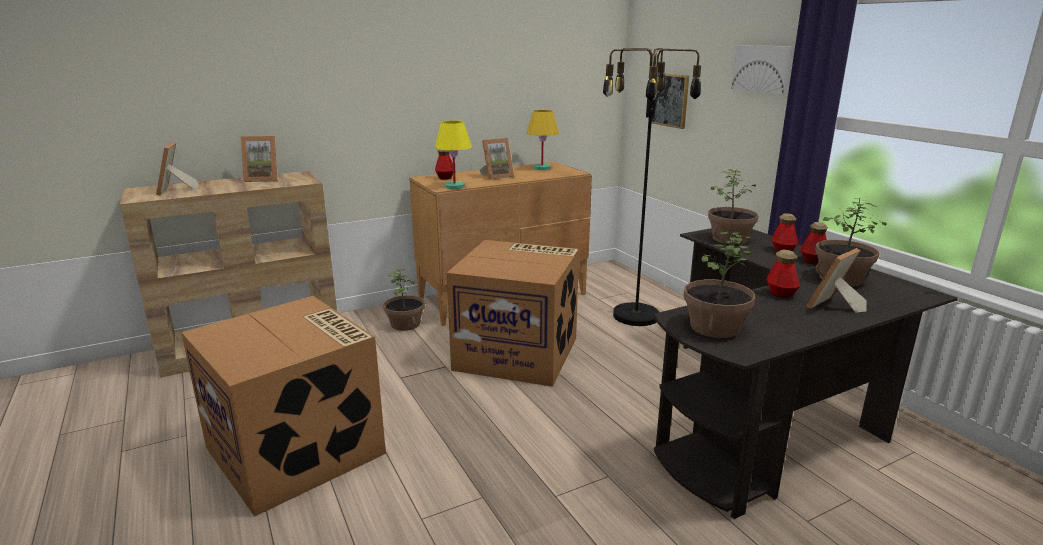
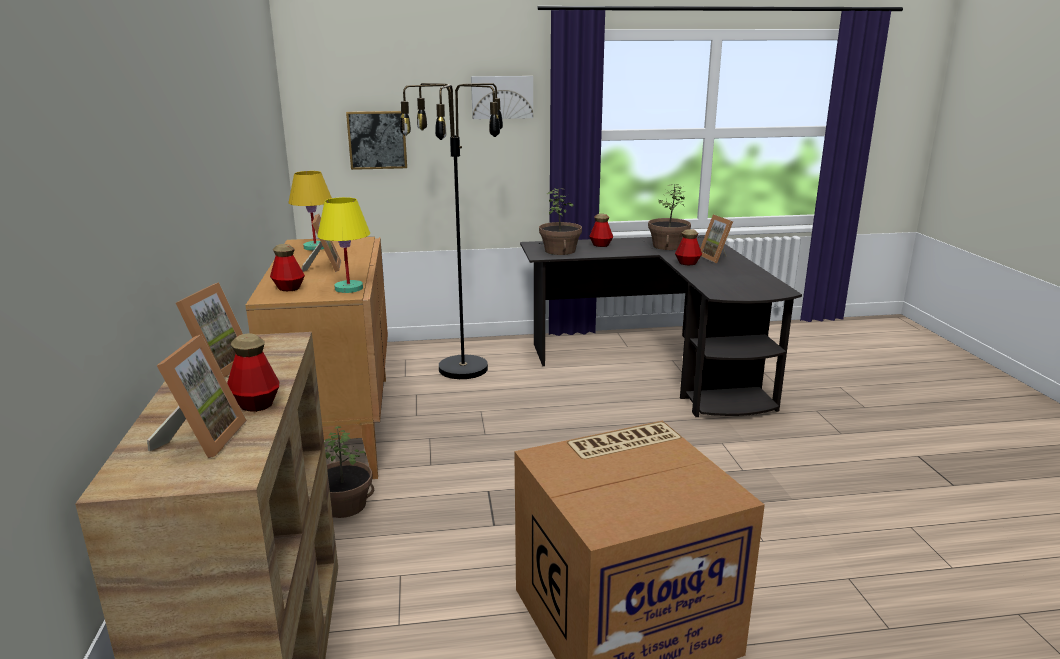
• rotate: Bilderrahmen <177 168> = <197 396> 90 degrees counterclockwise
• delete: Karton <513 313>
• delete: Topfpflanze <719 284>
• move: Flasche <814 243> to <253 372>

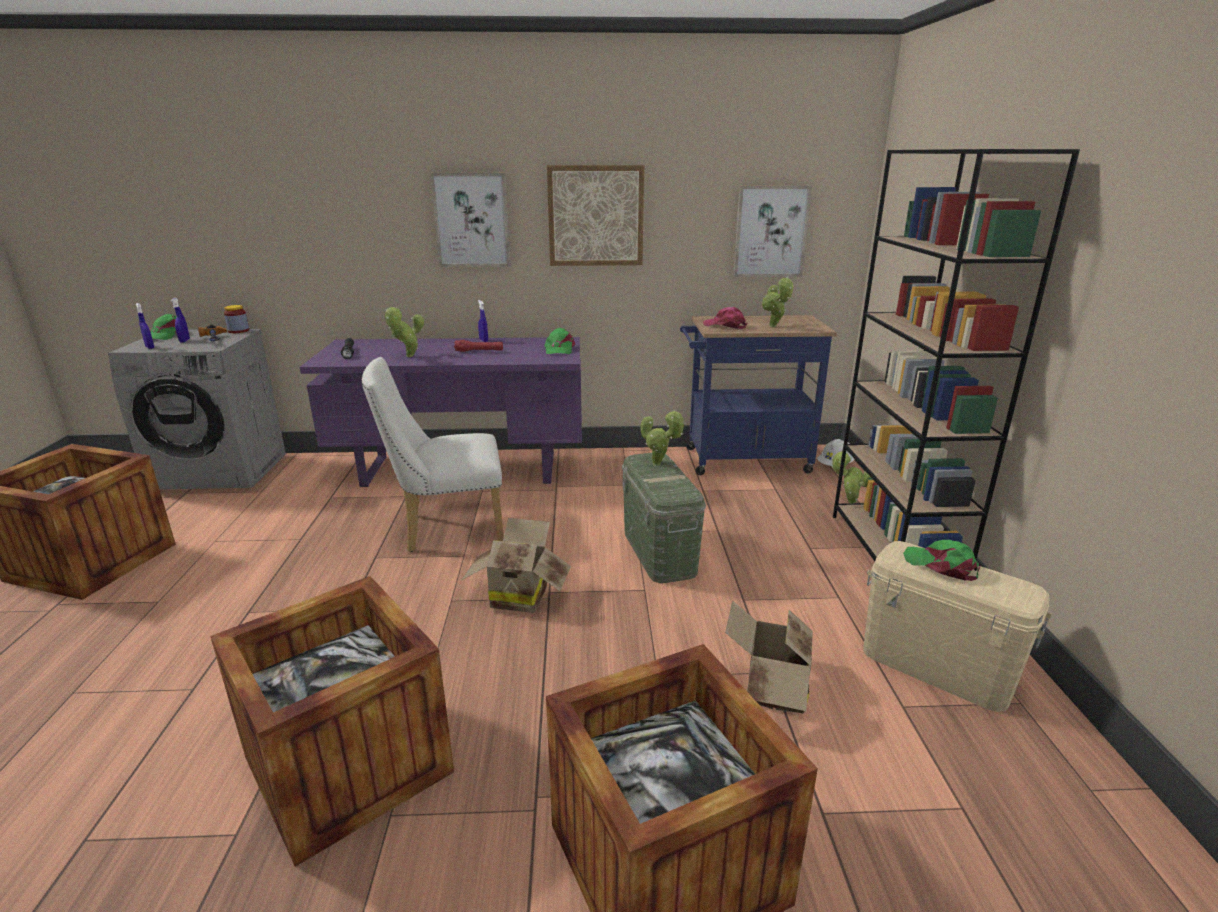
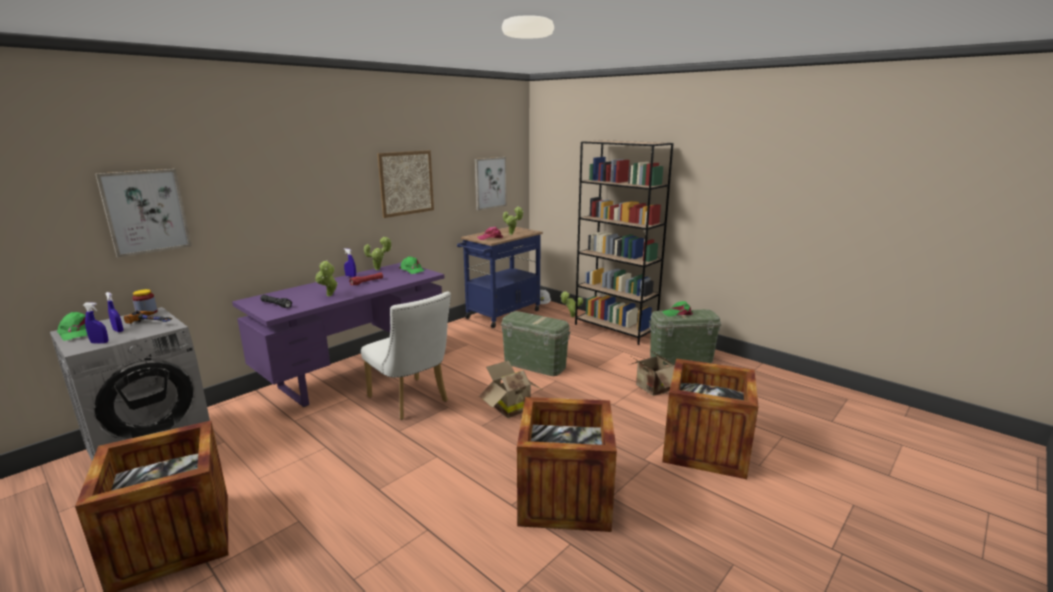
• rotate: Stuhl/weiß <432 454> = <406 356> 75 degrees counterclockwise
• move: Bild <470 220> to <143 213>
• move: Topfpflanze <662 437> to <378 253>
• recolor: Aufbewahrungsbox/beige <957 626> to Aufbewahrungsbox/grün <685 337>

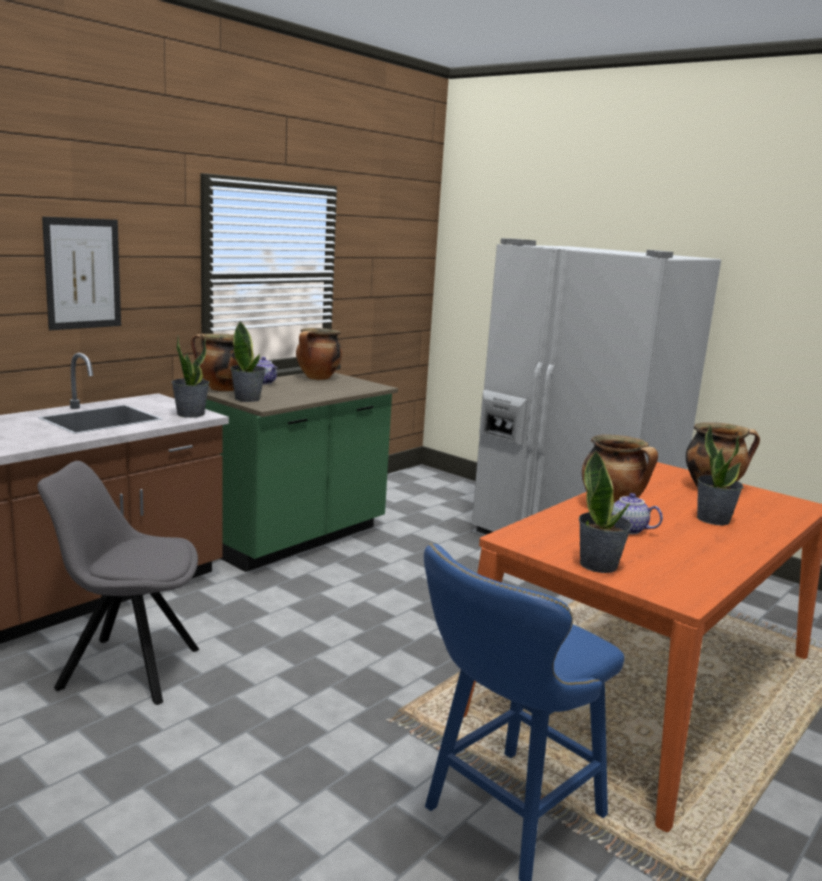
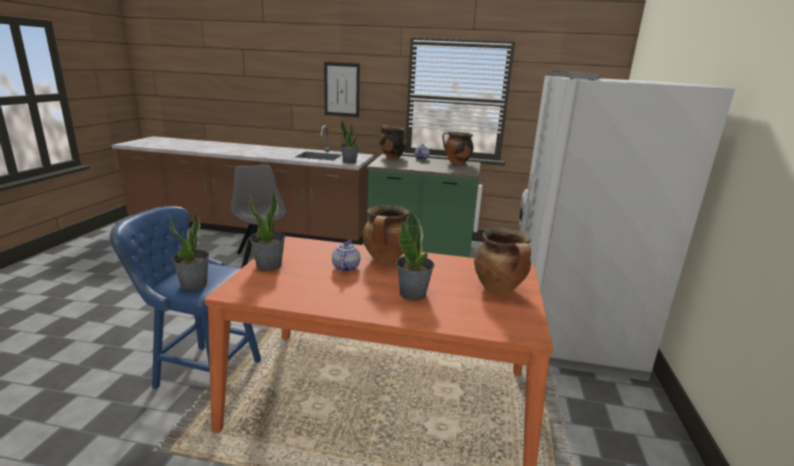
• move: Topfpflanze <248 361> to <189 249>

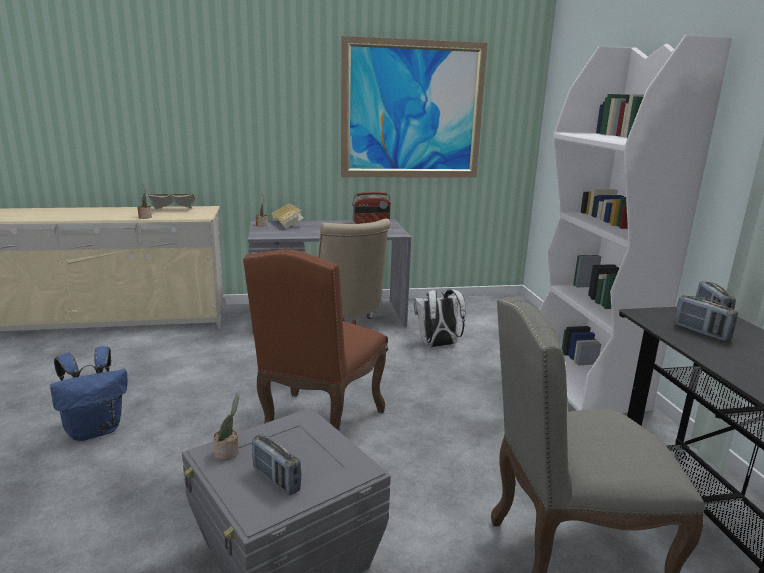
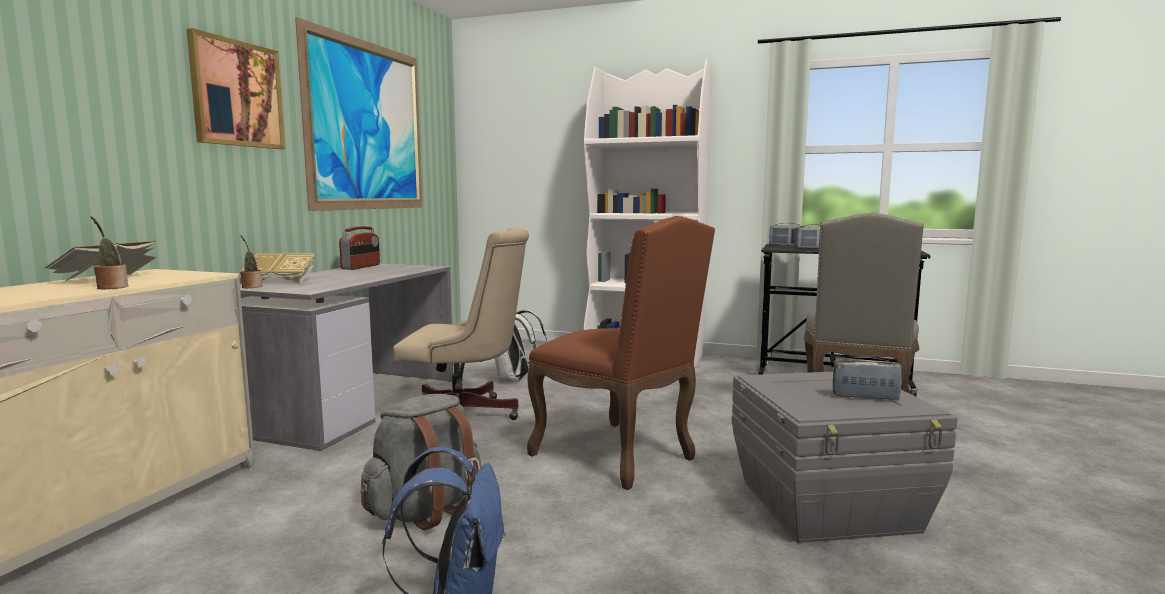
• delete: Topfpflanze <226 427>
• rotate: Radio <276 464> = <867 378> 150 degrees counterclockwise
• insert: Bild <235 88>
• insert: Rucksack/grau <421 462>

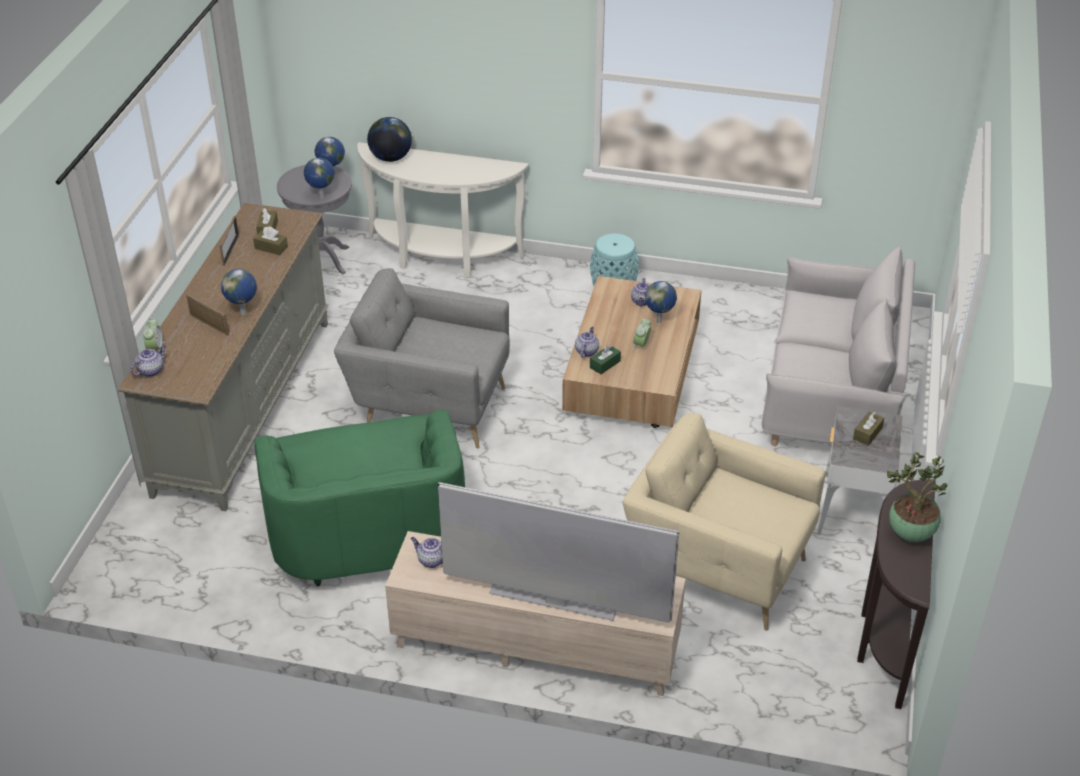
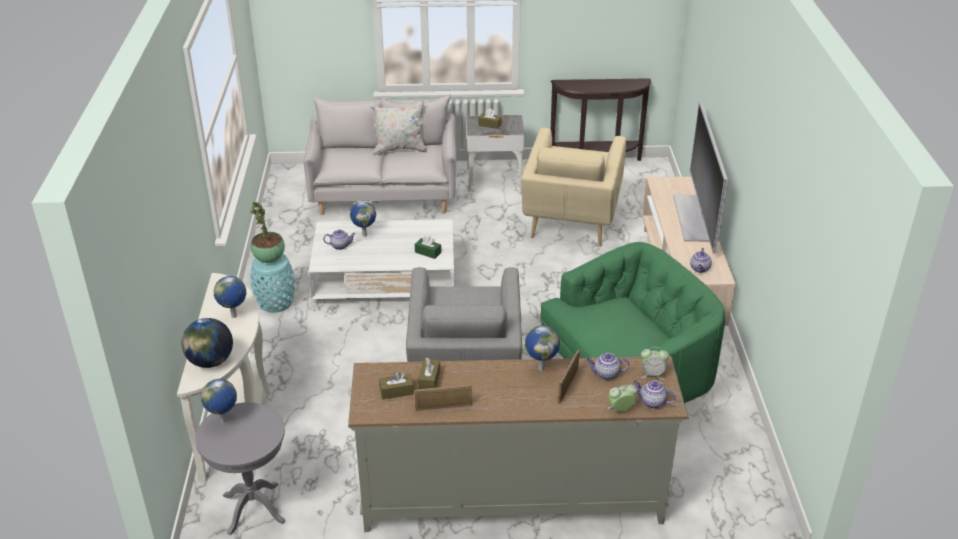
• move: Globus <319 178> to <230 297>
• recolor: Couchtisch/braun <632 352> to Couchtisch/weiß <381 259>
• move: Teekanne <587 342> to <608 366>
• move: Wecker <641 334> to <655 363>
• move: Topfpflanze <917 497> to <268 232>
• insert: Kissen/weiß <398 128>

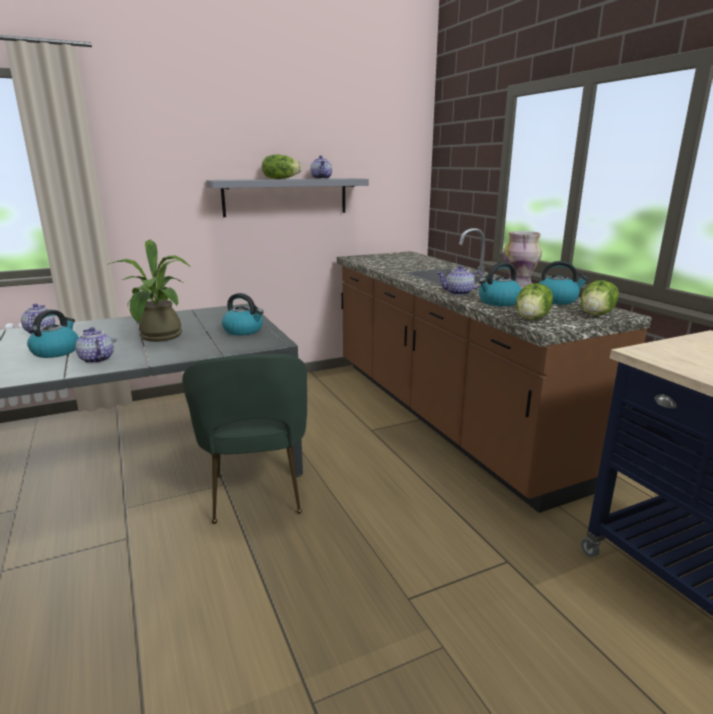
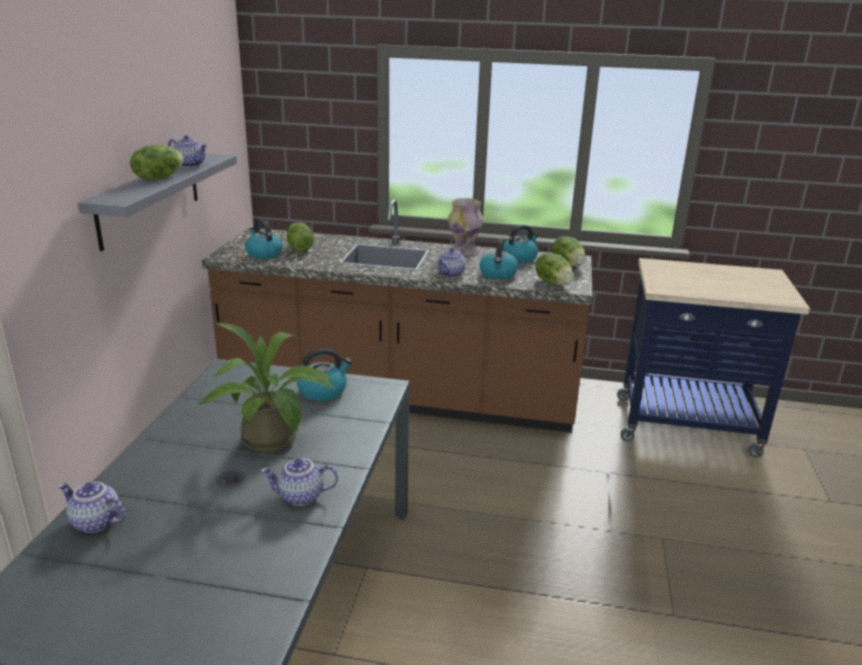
• move: Wasserkessel <53 334> to <264 239>
• delete: Stuhl/grün <244 439>
• insert: Salatkopf <300 236>

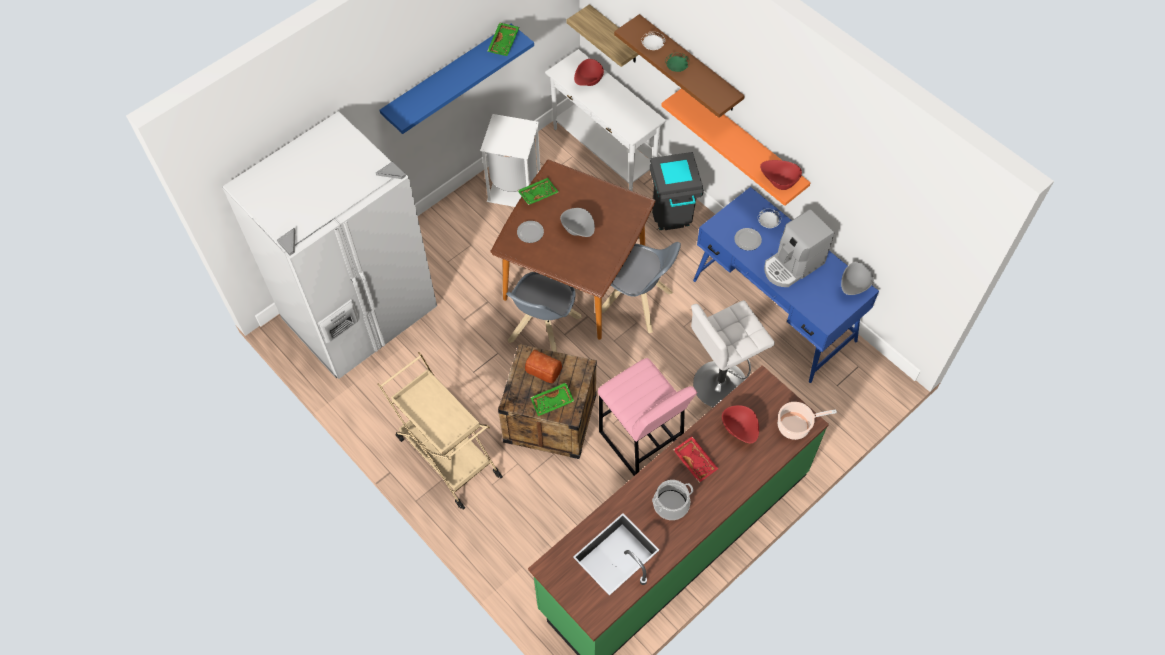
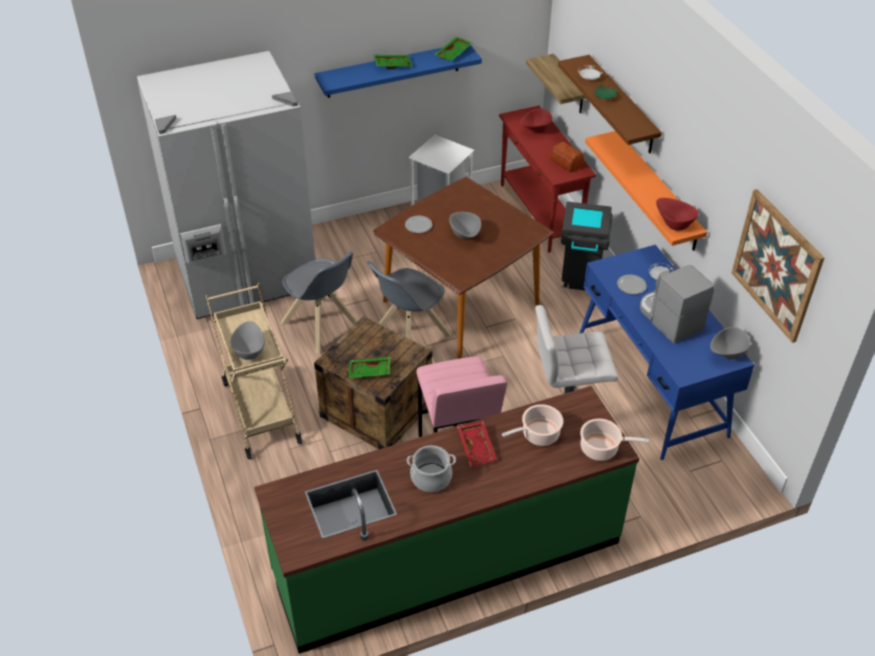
• move: Tablett/grün <538 191> to <393 62>
• move: Brot <543 366> to <567 157>
• recolor: Konsolentisch/weiß <605 120> to Konsolentisch/rot <547 179>
• move: Stuhl/grau <641 287> to <319 302>
• replace: Schüssel/rot <740 424> to Kochtopf <532 425>
• rotate: Kaffeemaschine <799 248> = <677 304> 75 degrees clockwise
• insert: Schüssel/grau <247 340>
• insert: Bild <778 266>

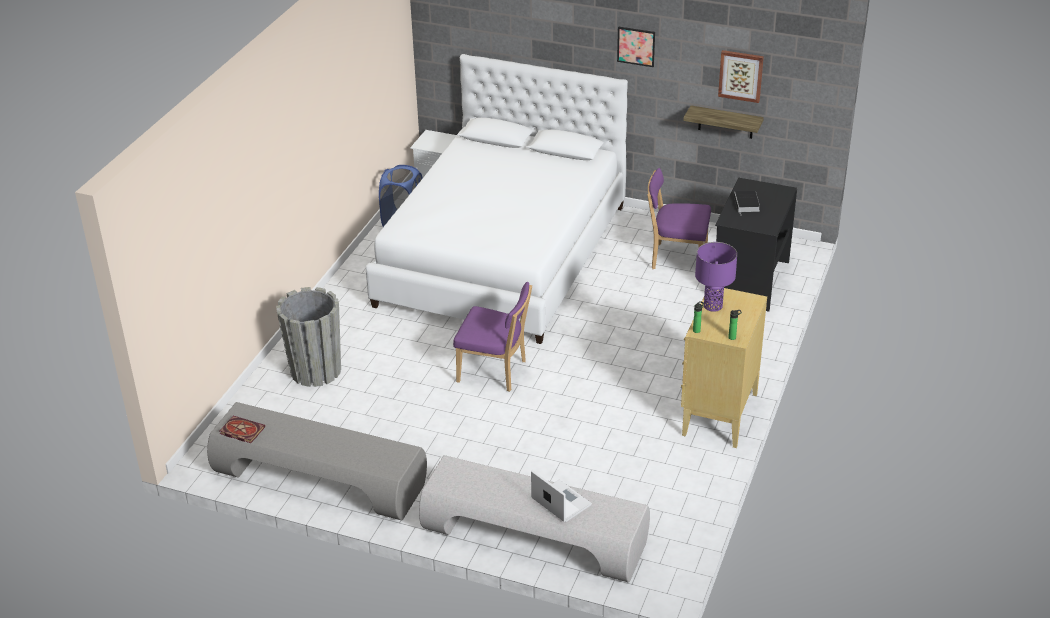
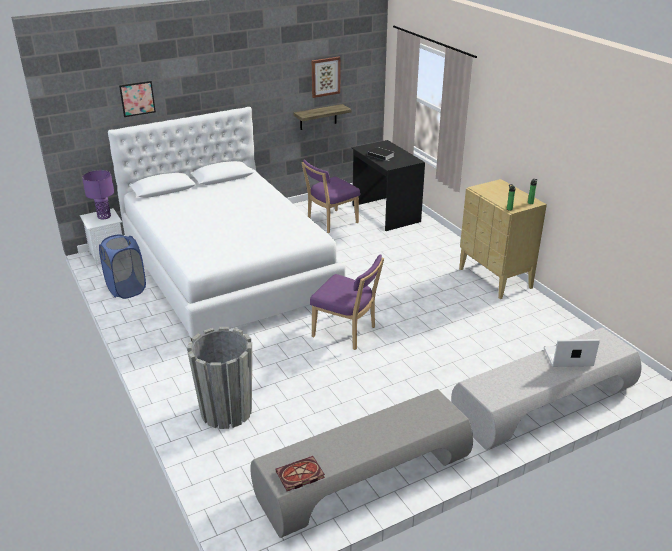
• rotate: Stuhl/lila <492 337> = <347 302> 60 degrees clockwise
• move: Bild <636 46> to <137 99>
• move: Tischlampe/lila <716 277> to <98 194>

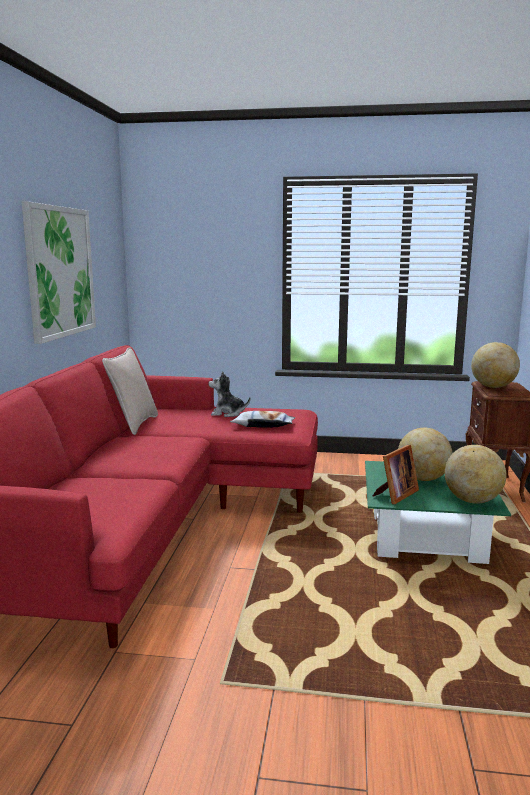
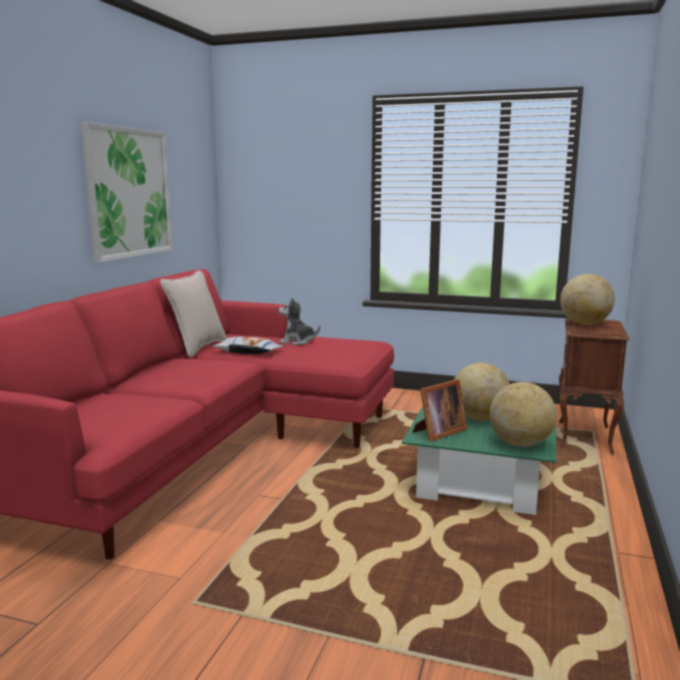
• move: Kissen <262 419> to <249 345>

